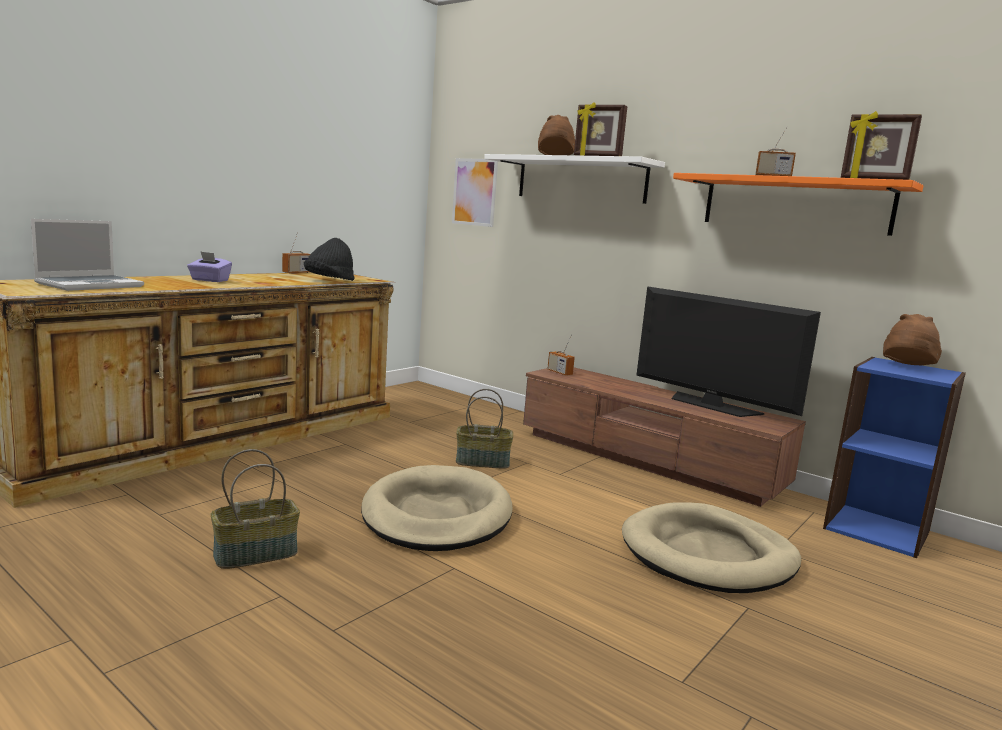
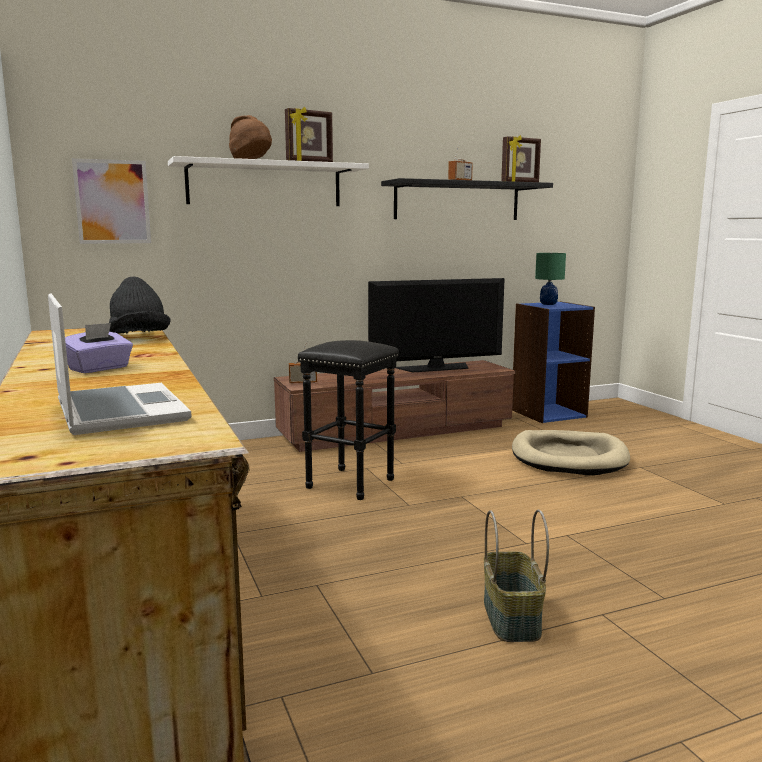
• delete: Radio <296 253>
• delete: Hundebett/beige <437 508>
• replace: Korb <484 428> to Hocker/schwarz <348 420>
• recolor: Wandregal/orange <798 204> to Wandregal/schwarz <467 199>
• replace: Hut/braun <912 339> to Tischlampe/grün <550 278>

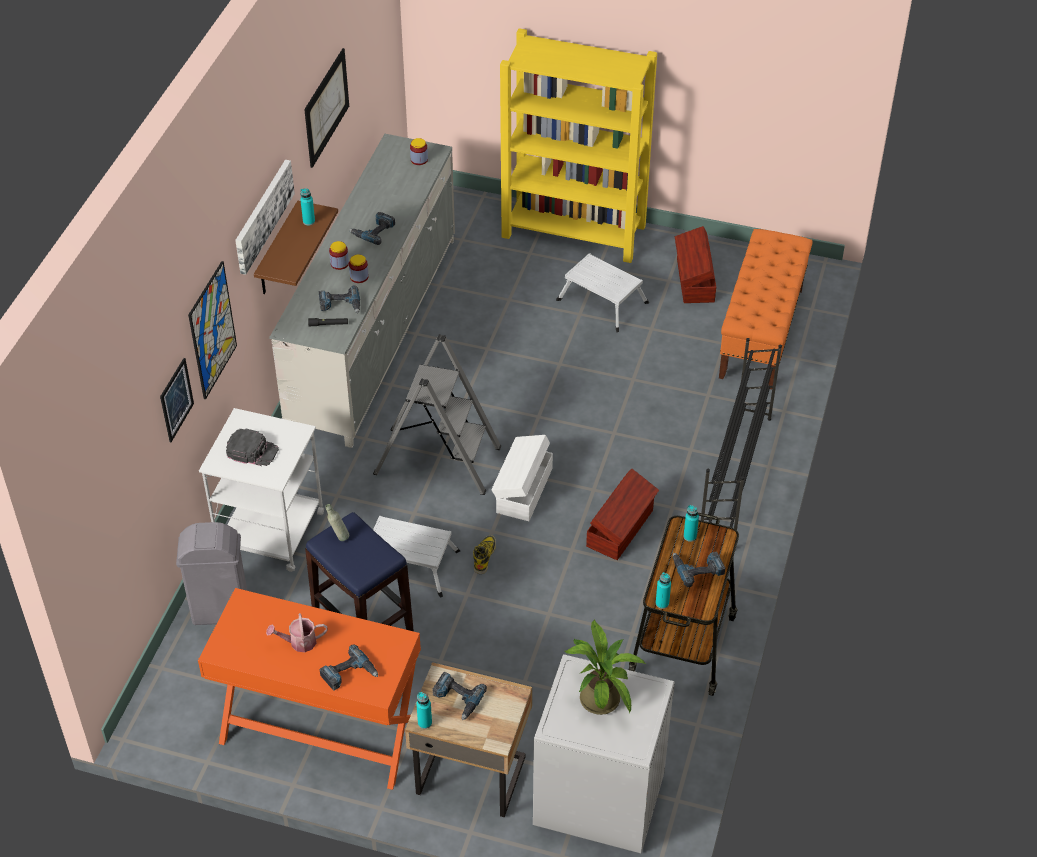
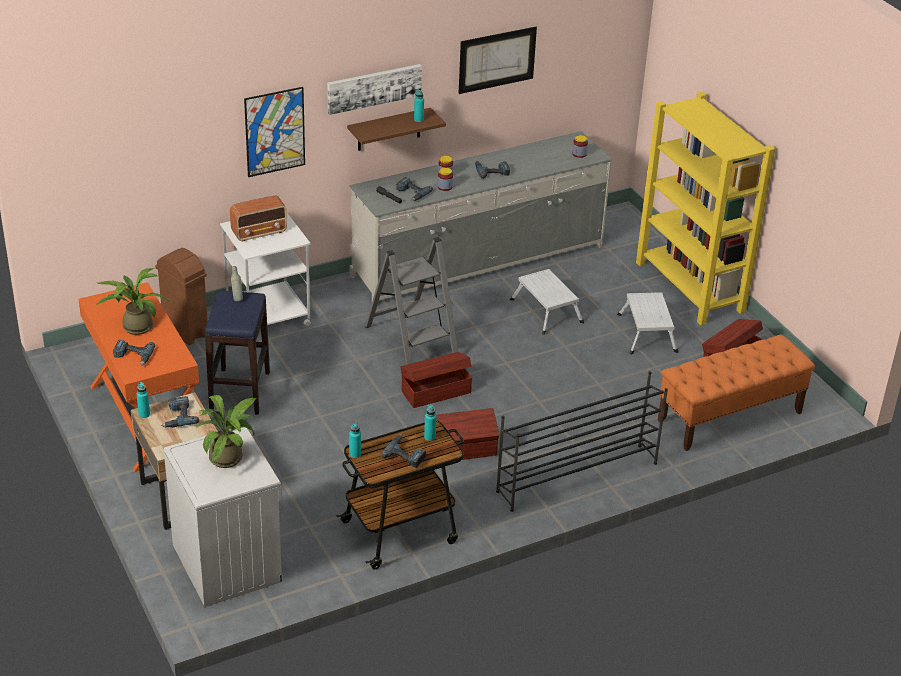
• delete: Bild <177 400>
• recolor: Mülleimer/grau <211 573> to Mülleimer/braun <181 296>
• replace: Kappe/schwarz <252 447> to Radio <258 218>
• replace: Gießkanne <297 632> to Topfpflanze <133 301>
• move: Trittleiter/weiß <416 557> to <547 302>
• delete: Stiefel <484 554>
• recolor: Aufbewahrungsbox/weiß <522 478> to Aufbewahrungsbox/braun <436 380>

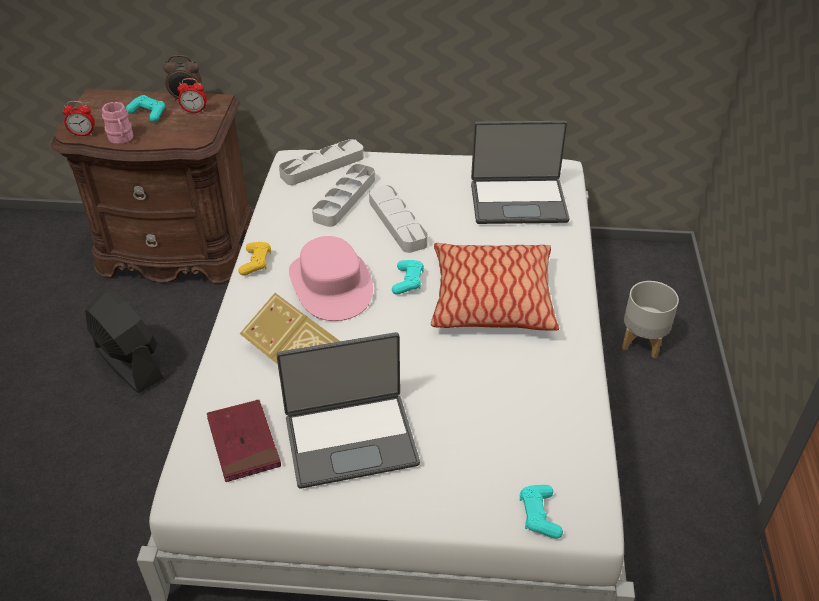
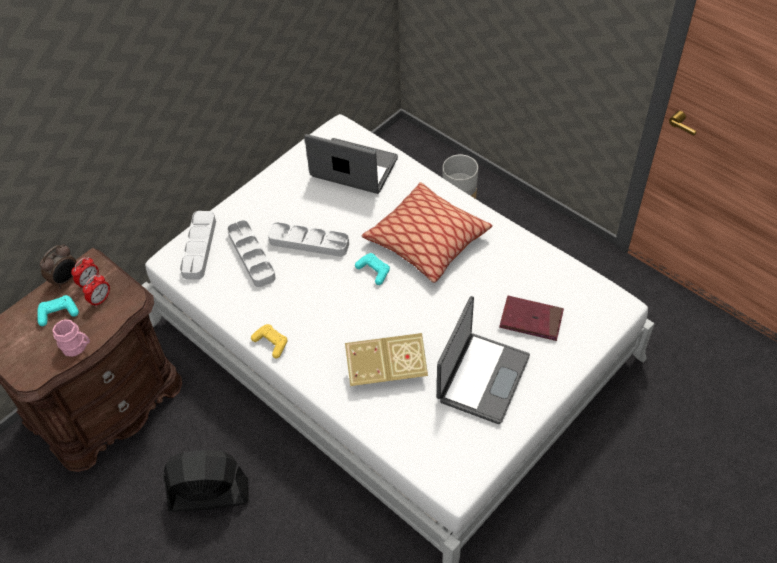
• move: Wecker <78 118> to <96 290>
• move: Buch/rot <244 441> to <531 318>
• delete: Hut/rosa <331 278>
• rotate: Laptop <520 172> = <351 164> 105 degrees counterclockwise
• delete: Gamepad/türkis <541 512>

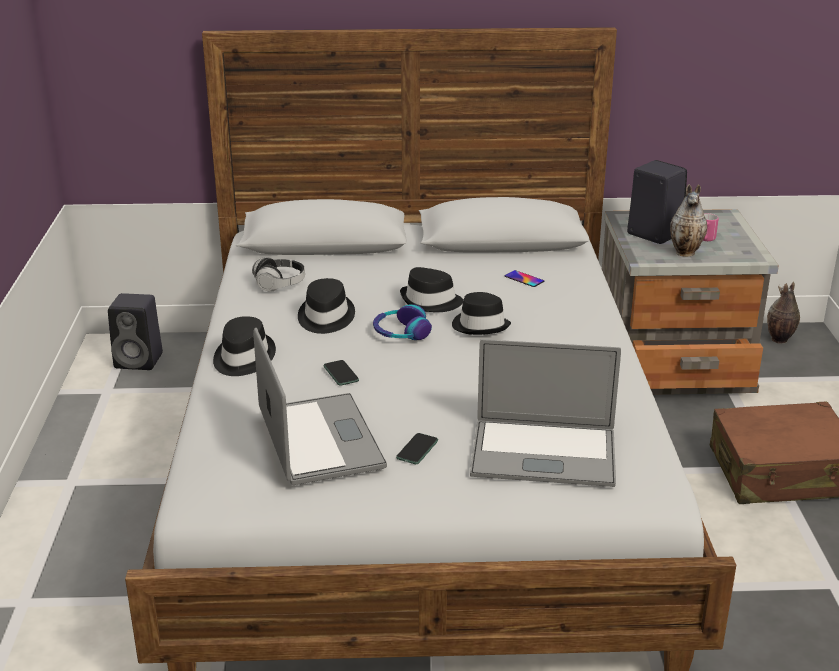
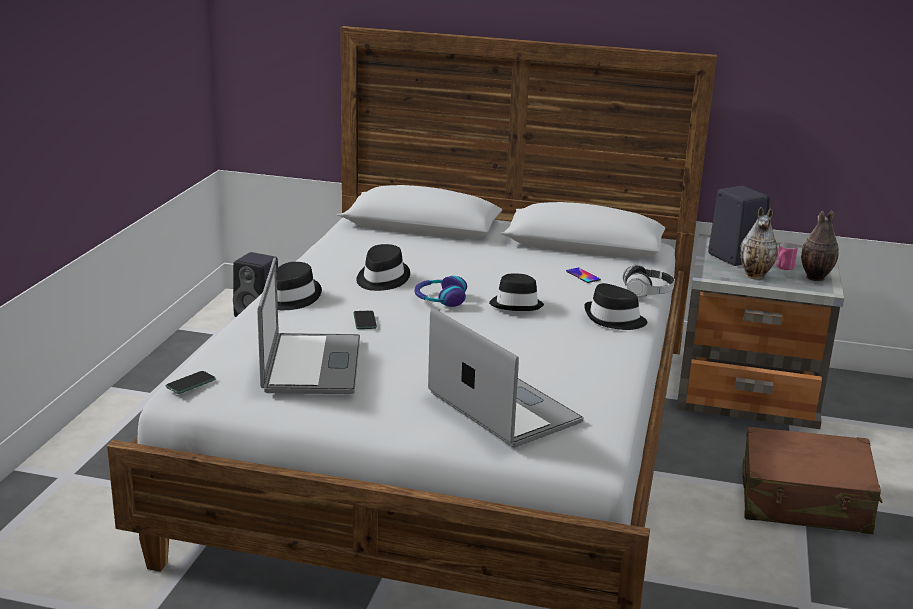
• move: Kopfhörer <278 274> to <649 281>
• move: Handy <417 448> to <191 382>
• move: Hut/schwarz <431 289> to <615 306>
• rotate: Laptop <545 413> = <506 377> 150 degrees counterclockwise
• move: Vase <783 313> to <820 245>

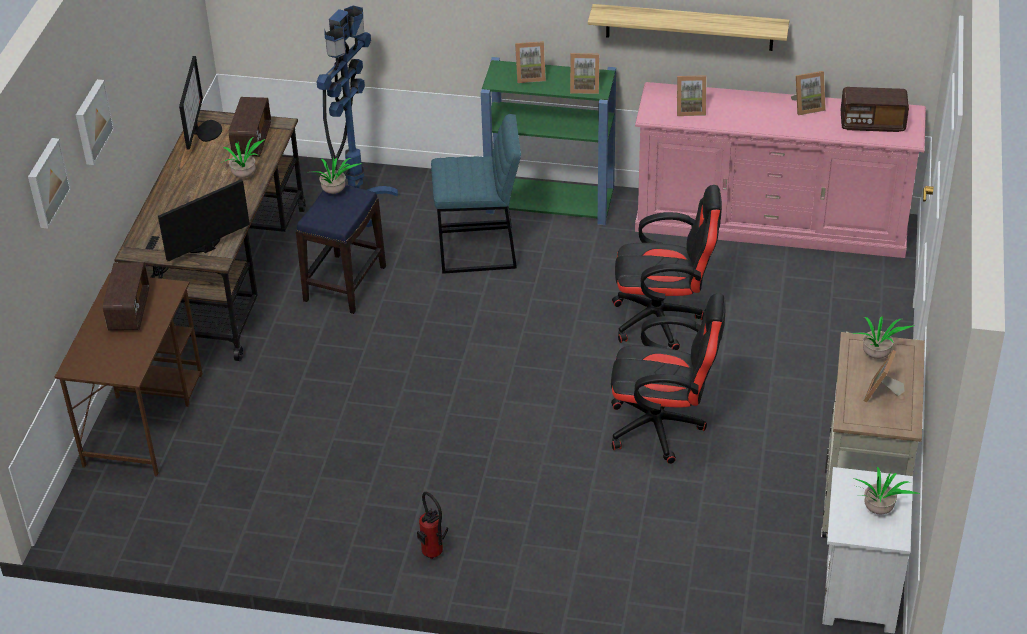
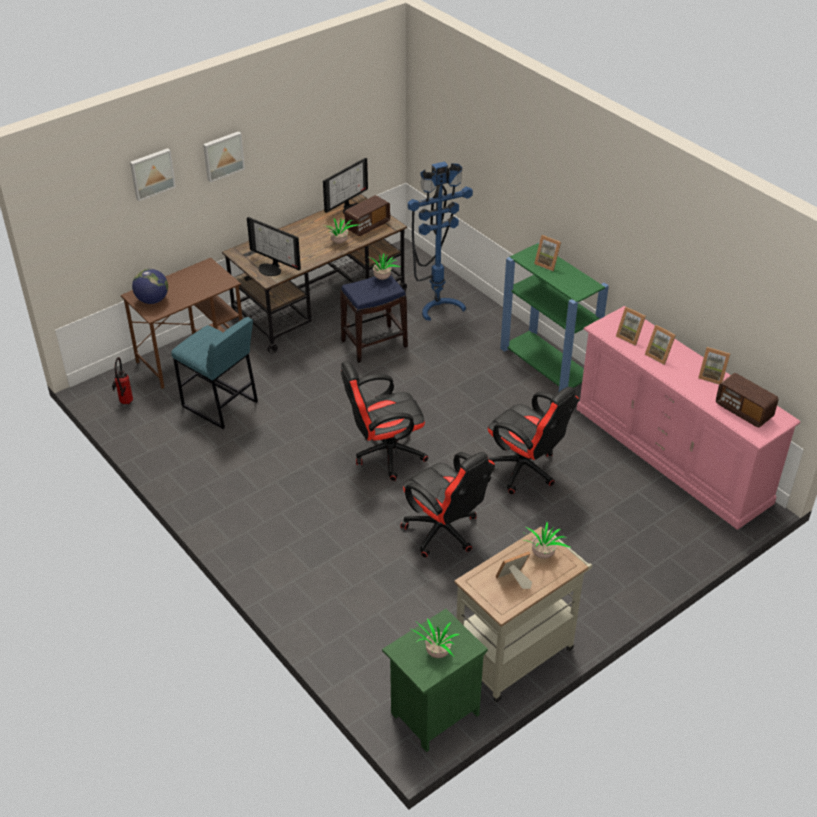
• delete: Radio <126 296>
• rotate: Monitor <204 220> = <274 246> 150 degrees counterclockwise
• move: Feuerlöscher <432 525> to <122 381>
• move: Hocker/blau <476 194> to <214 373>
• move: Bilderrahmen <584 73> to <660 345>
• delete: Wandregal <688 27>
• recolor: Nachttisch/weiß <867 550> to Nachttisch/grün <435 680>
• insert: Globus <150 286>
• insert: Bürostuhl/schwarz <384 421>

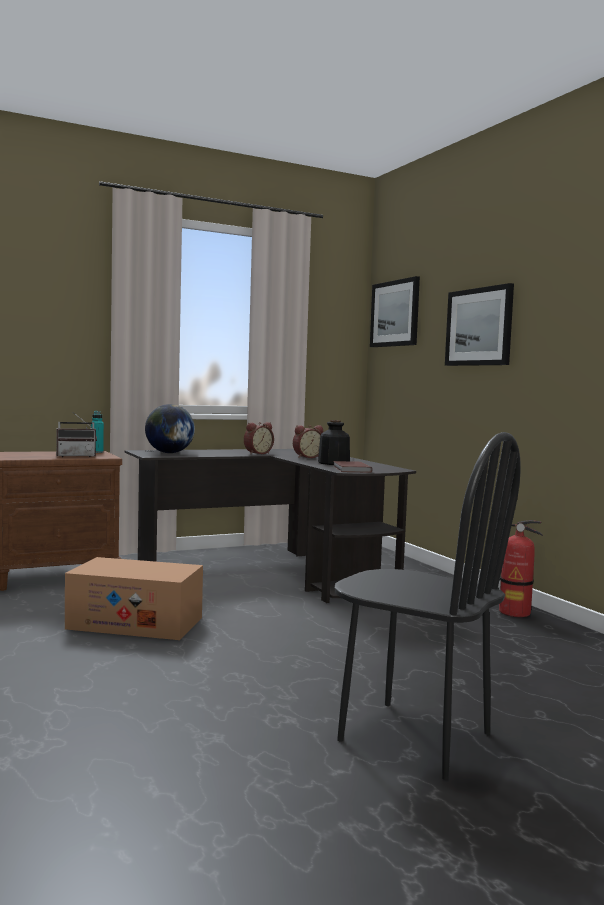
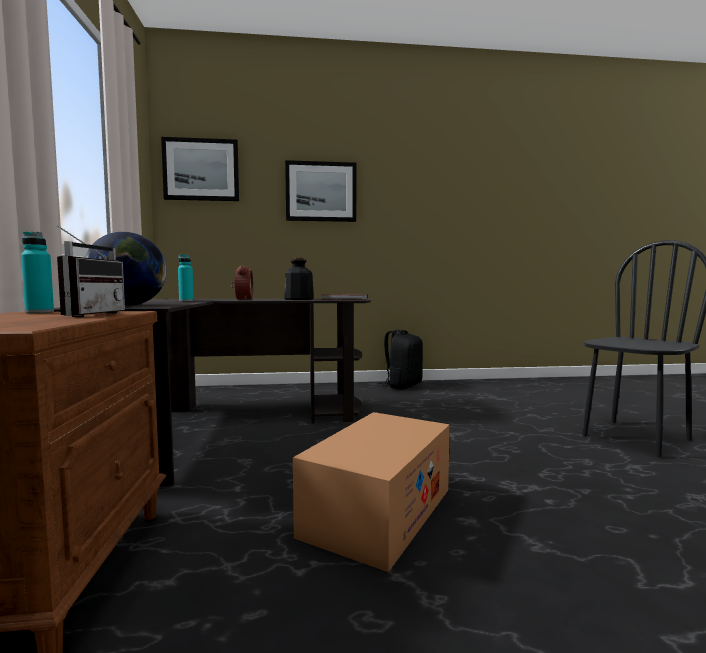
• replace: Wecker <259 438> to Flasche/türkis <186 277>
• replace: Feuerlöscher <520 568> to Rucksack/schwarz <402 360>

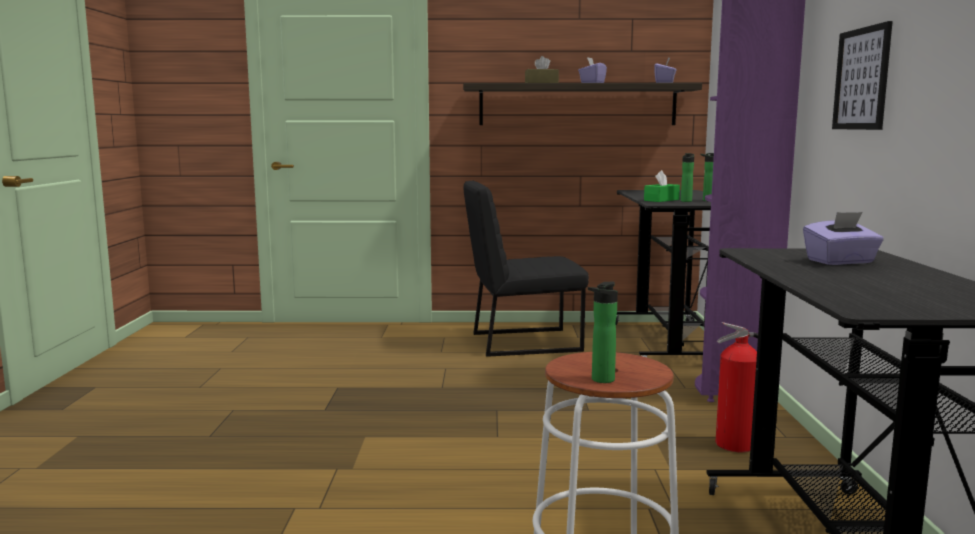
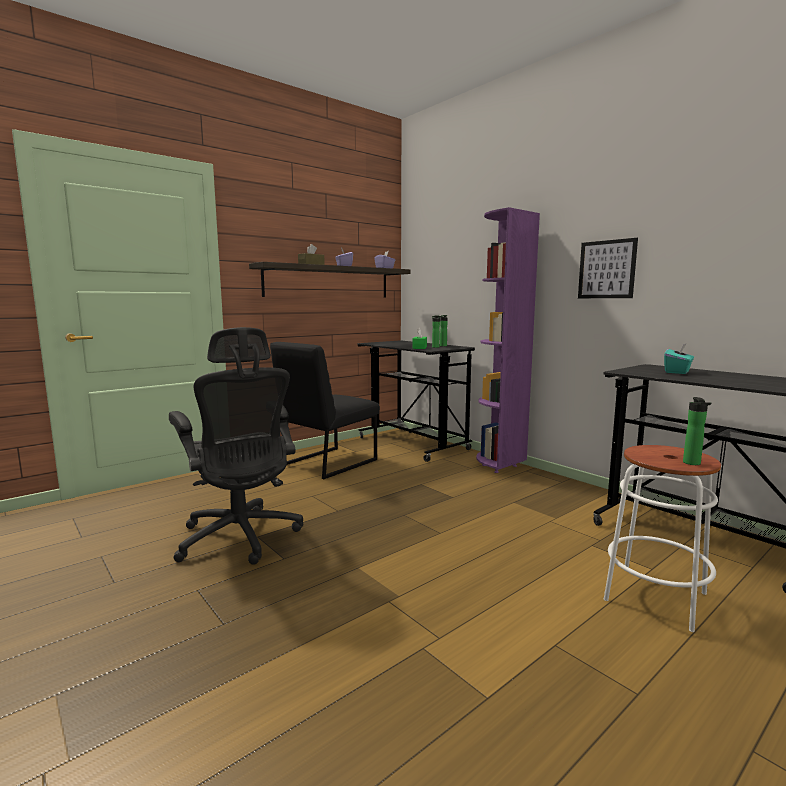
• delete: Feuerlöscher <736 387>
• recolor: Taschentuchbox/lila <843 238> to Taschentuchbox/türkis <679 358>
• insert: Bürostuhl <236 446>

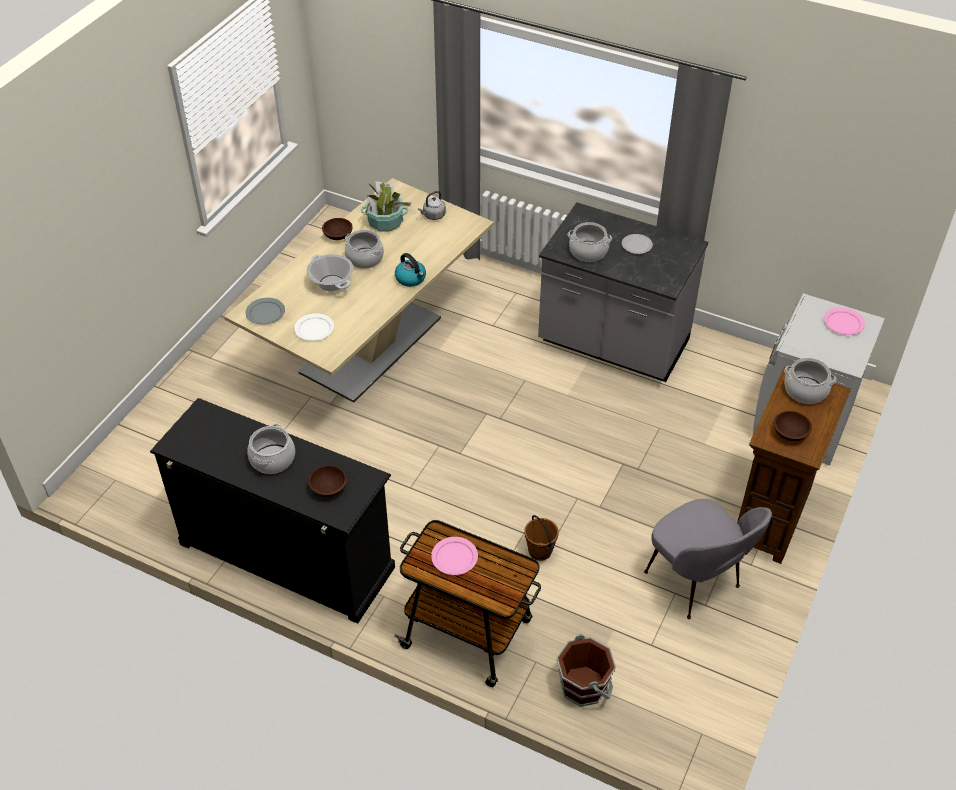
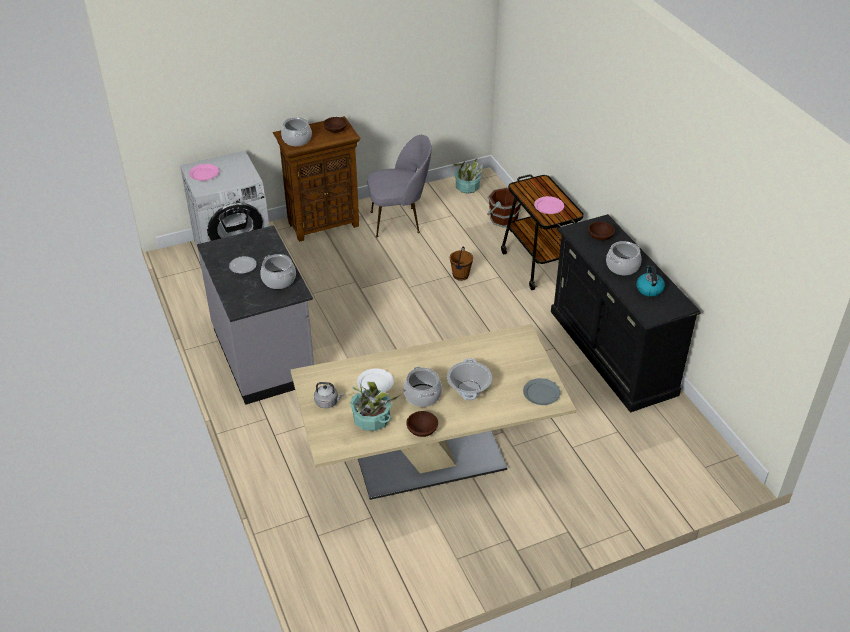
• move: Teller/weiß <314 327> to <375 380>
• move: Wasserkessel <410 270> to <650 281>
• rotate: Stuhl/grau <708 559> = <400 186> 75 degrees clockwise
• insert: Topfpflanze <467 176>

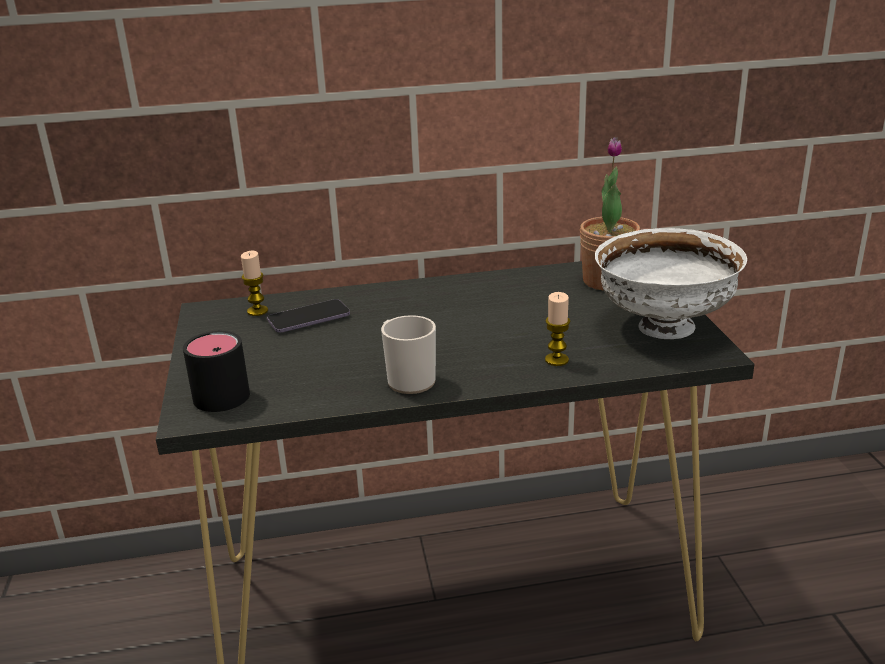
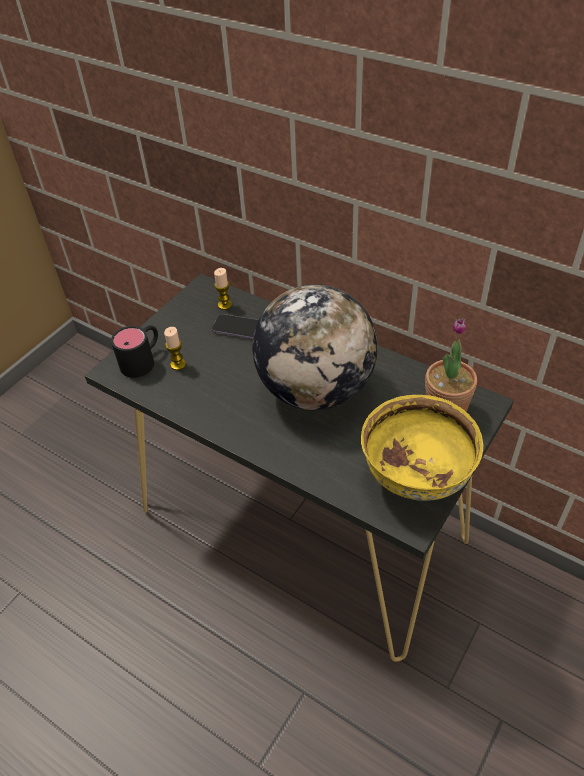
• delete: Henkelbecher <408 354>
• move: Kerze <557 329> to <175 348>
• recolor: Schüssel/weiß <671 283> to Schüssel/gelb <422 448>
• insert: Globus <315 347>

